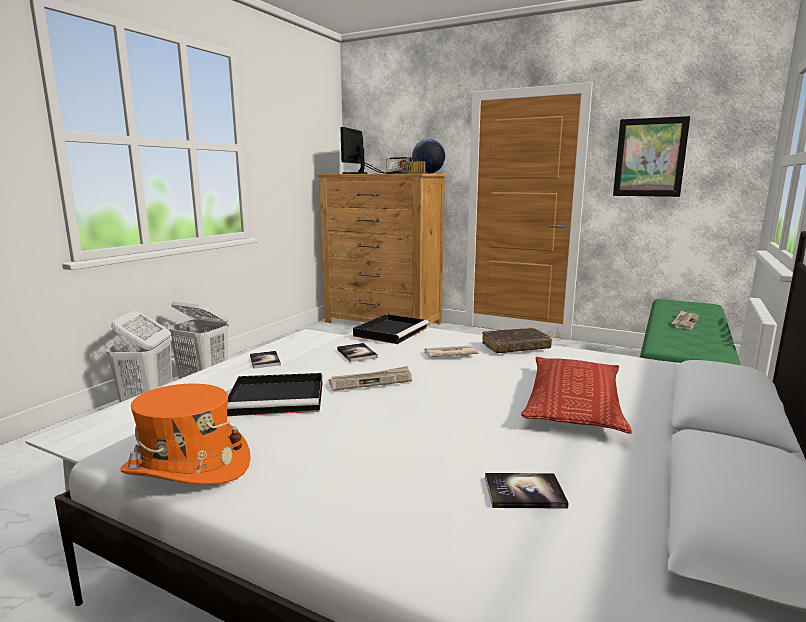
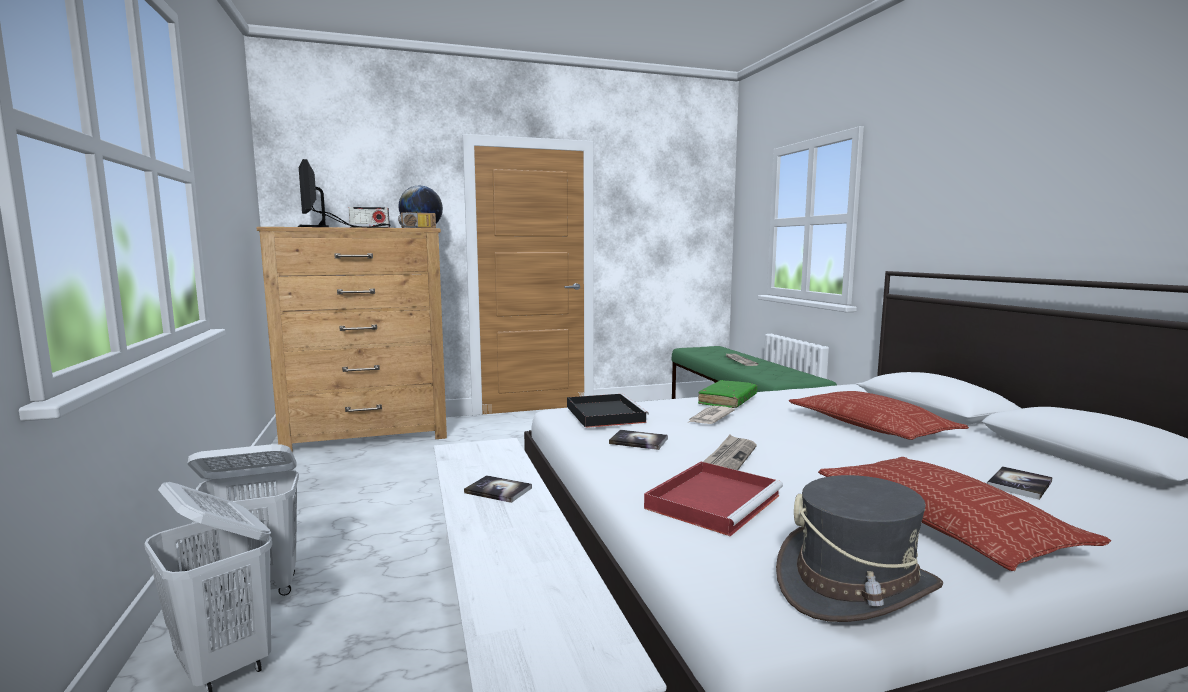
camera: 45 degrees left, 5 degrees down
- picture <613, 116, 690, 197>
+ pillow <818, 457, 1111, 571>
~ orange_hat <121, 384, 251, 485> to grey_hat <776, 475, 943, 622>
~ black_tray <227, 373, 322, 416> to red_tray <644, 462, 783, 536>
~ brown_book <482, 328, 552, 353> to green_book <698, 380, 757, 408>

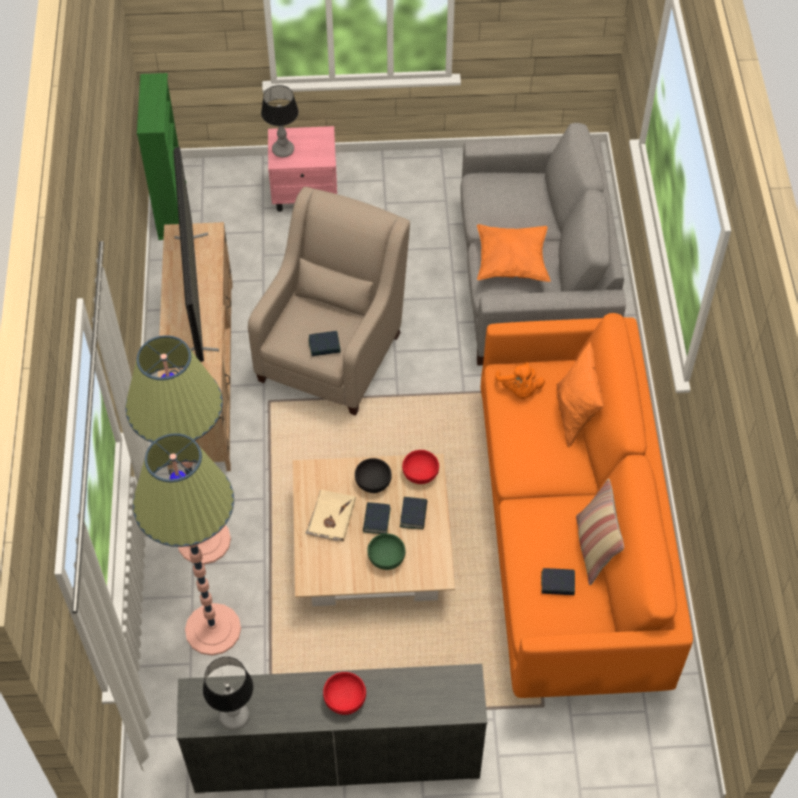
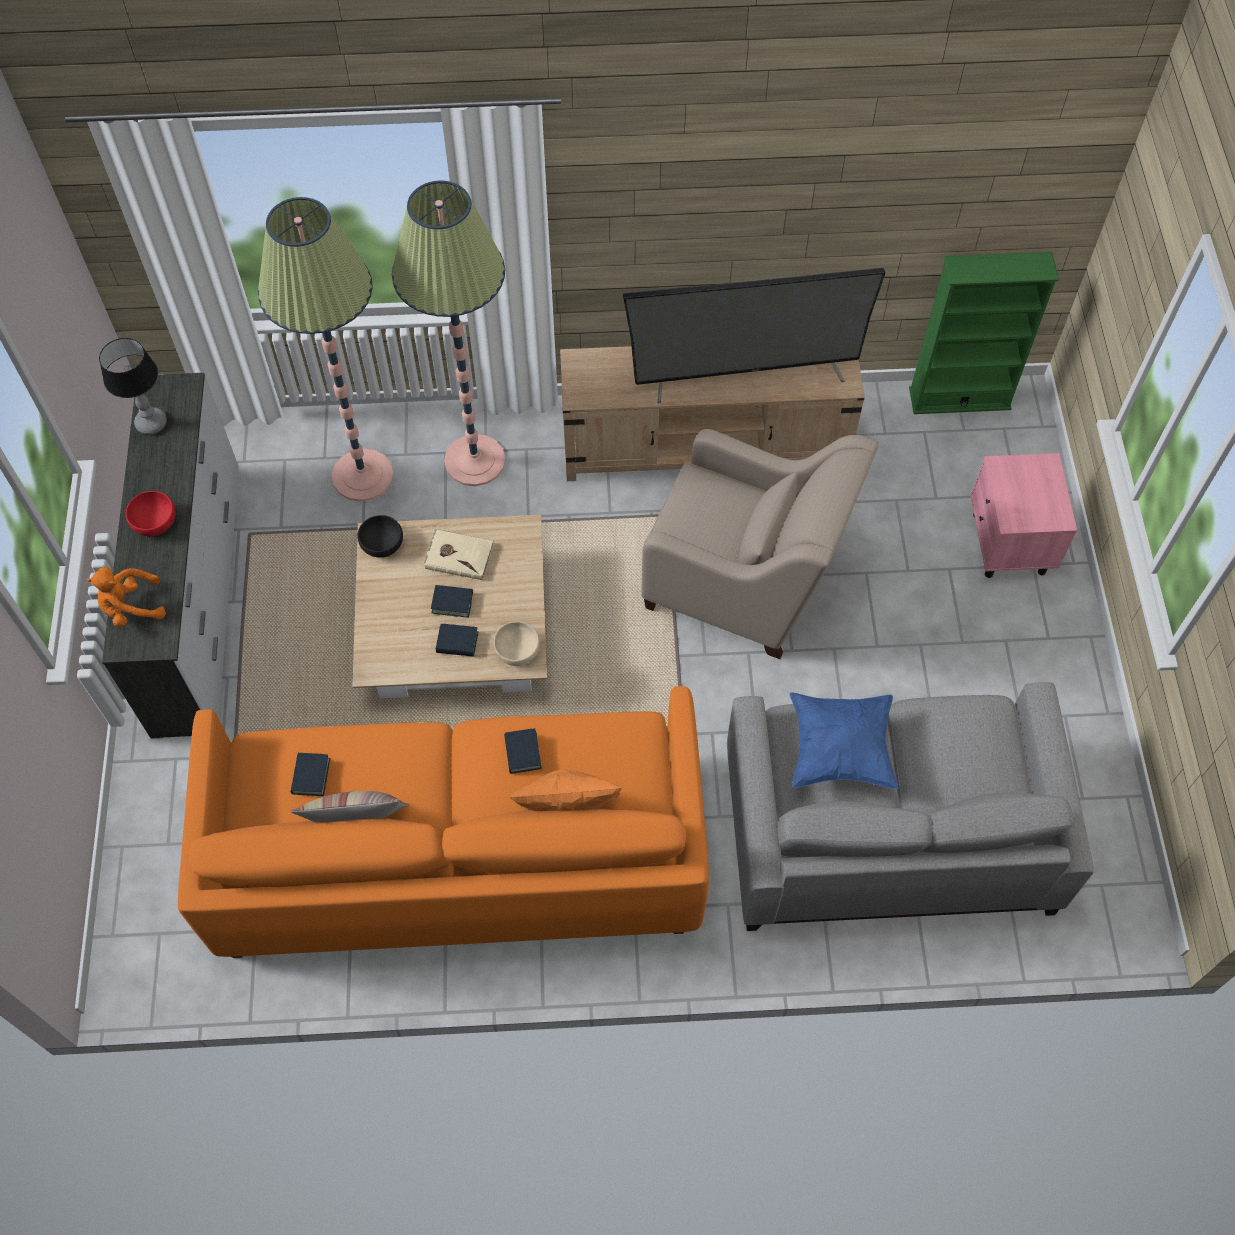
camera: 90 degrees right, 5 degrees up
- table_lamp <261, 85, 299, 157>
- green_bowl <367, 533, 406, 570>
~ book <309, 331, 341, 356> to <504, 728, 542, 774>
~ black_bowl <355, 458, 392, 493> to <357, 515, 403, 558>
~ orange_plush_toy <495, 362, 545, 399> to <87, 567, 166, 627>
~ red_bowl <402, 450, 439, 484> to beige_bowl <494, 621, 540, 666>
~ orange_pillow <477, 224, 550, 282> to blue_pillow <790, 692, 898, 789>

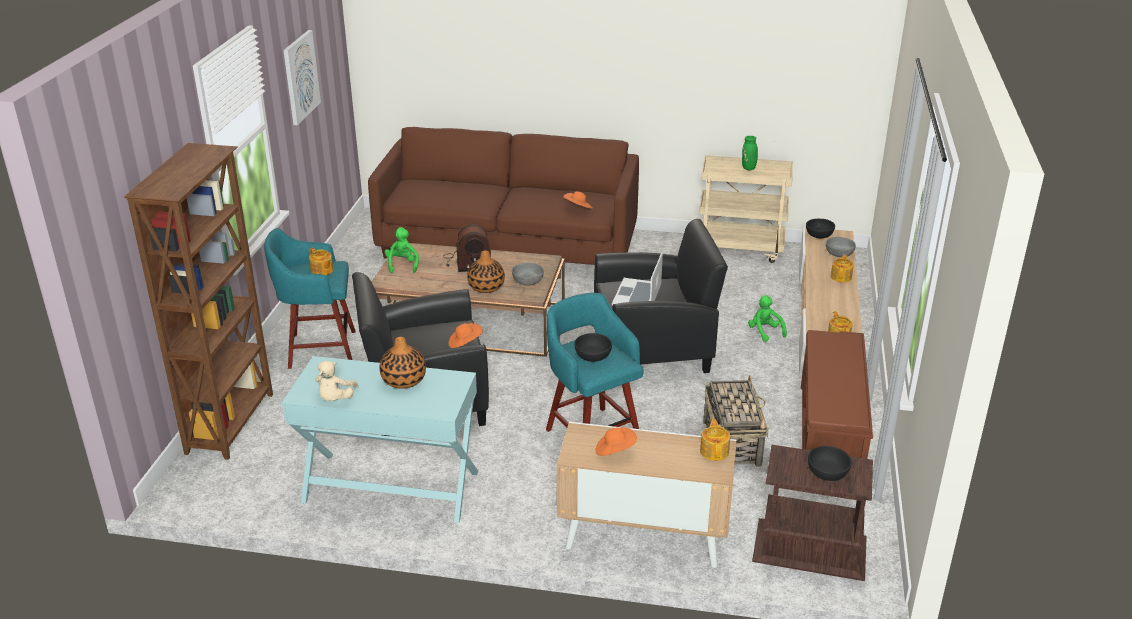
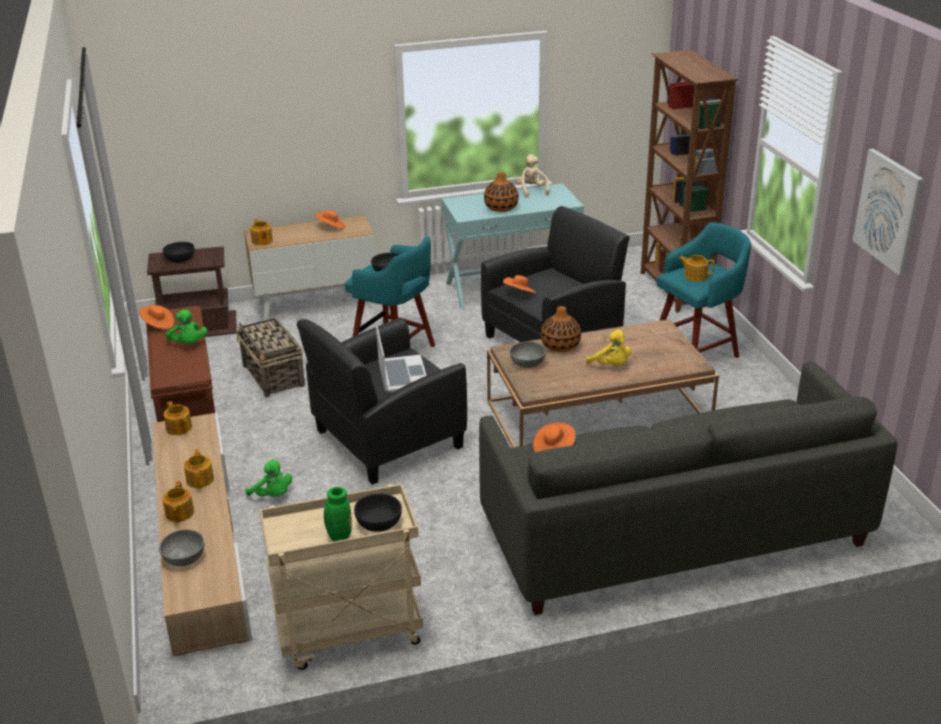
camera: 155 degrees right, 0 degrees up
+ orange_hat <139, 305, 174, 329>
+ teapot <184, 449, 214, 488>
~ green_plush_toy <384, 227, 419, 273> to <165, 309, 208, 344>
~ black_bowl <806, 219, 835, 238> to <354, 493, 402, 532>
~ radio <443, 224, 491, 272> to yellow_plush_toy <586, 330, 631, 366>
~ brown_sofa <368, 127, 639, 265> to grey_sofa <479, 361, 898, 615>

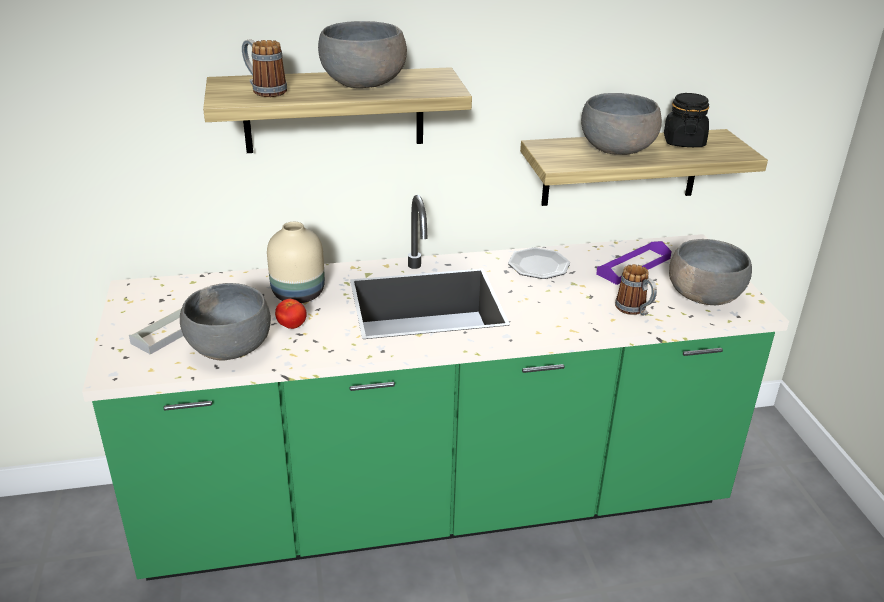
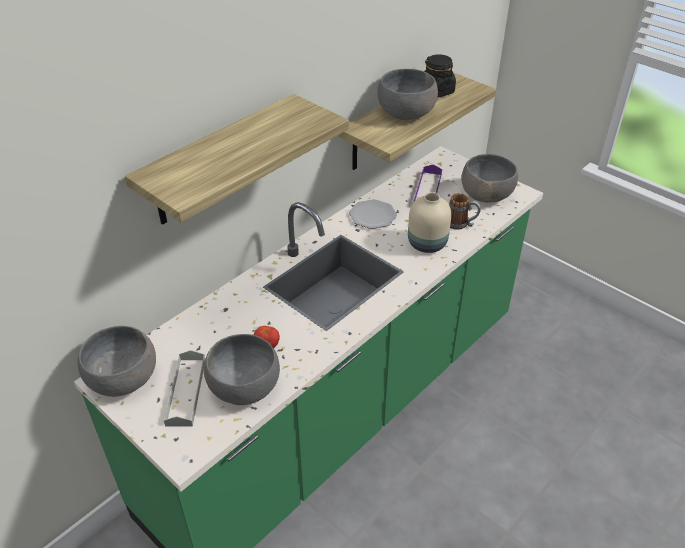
camera: 35 degrees left, 10 degrees up
- mug <242, 39, 287, 97>
~ beige_vase <267, 222, 325, 303> to <408, 192, 452, 253>
~ grey_bowl <318, 21, 407, 88> to <77, 326, 156, 397>

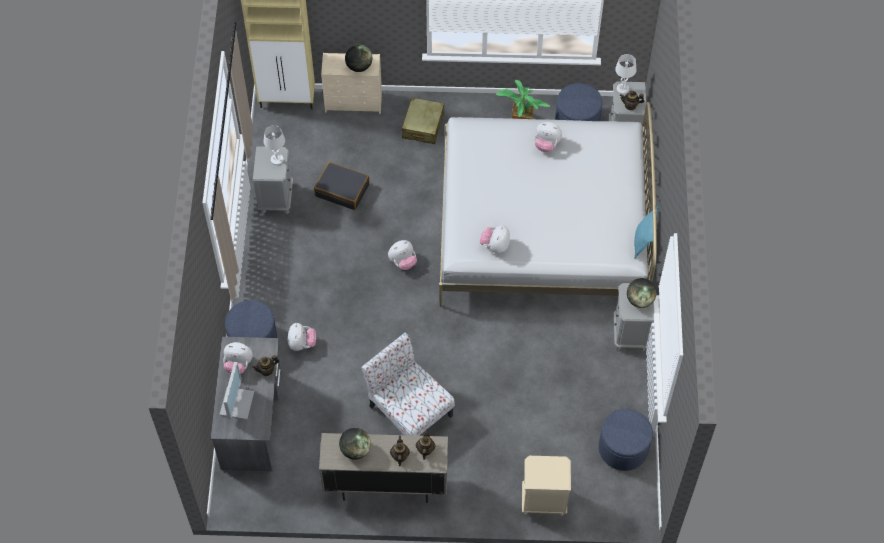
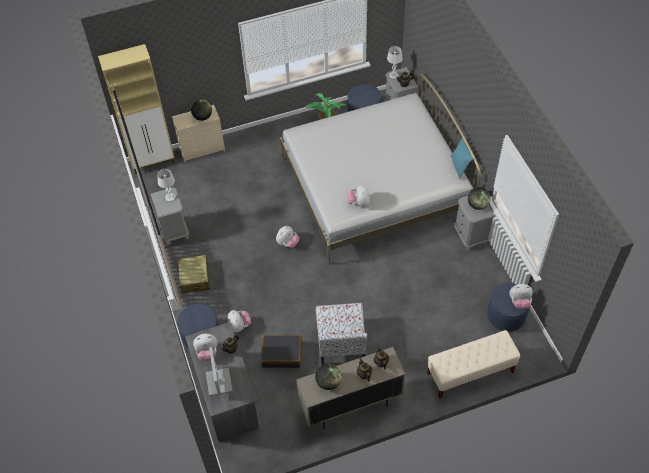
camera: 20 degrees left, 5 degrees down
~ black_suitcase <314, 162, 369, 210> to <261, 335, 301, 368>
~ beige_suitcase <402, 97, 444, 144> to <178, 255, 210, 293>
~ plush_toy <535, 122, 562, 152> to <509, 284, 533, 309>
~ beige_nightstand <522, 456, 571, 515> to beige_bench <427, 330, 520, 399>
~ chair <361, 333, 455, 436> = <316, 303, 367, 365> 120 degrees counterclockwise

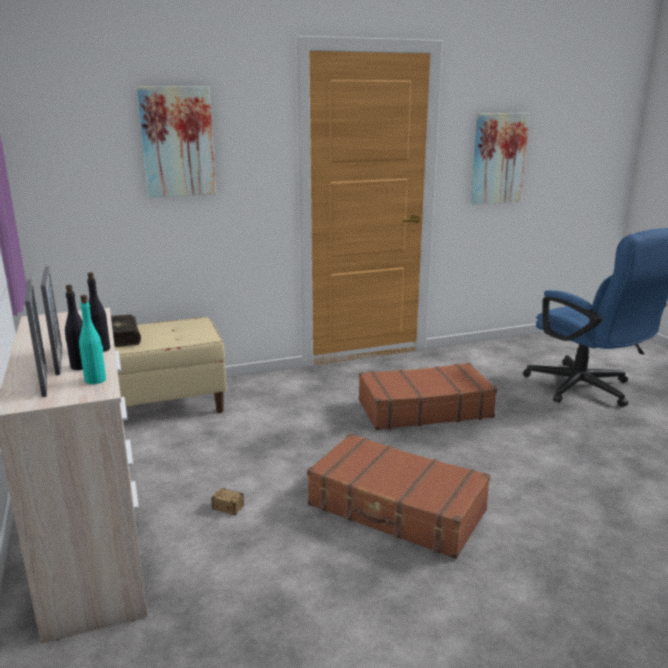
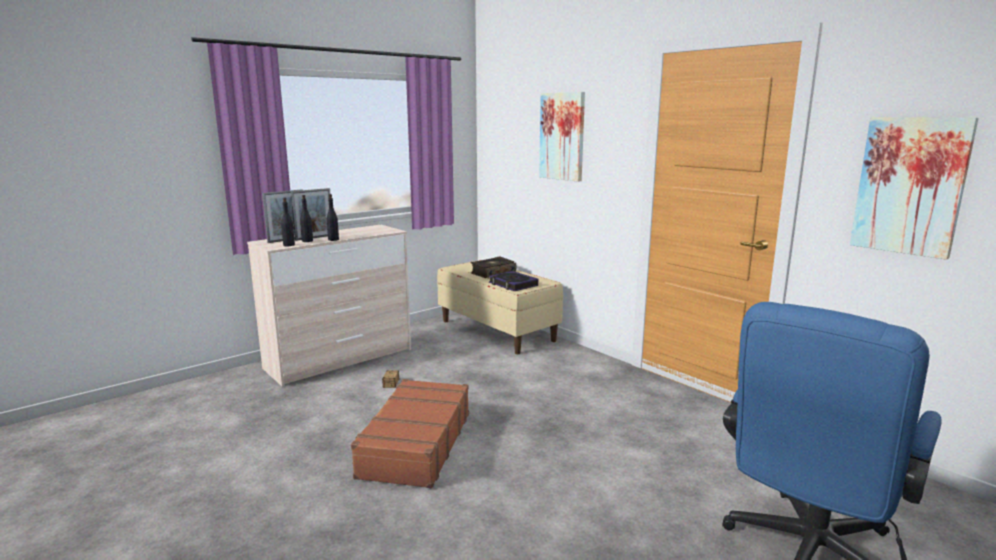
camera: 70 degrees right, 5 degrees down
- brown_suitcase <359, 363, 497, 430>
+ book <489, 271, 538, 291>
~ turquoise_bottle <79, 295, 106, 384> to black_bottle <281, 198, 295, 246>

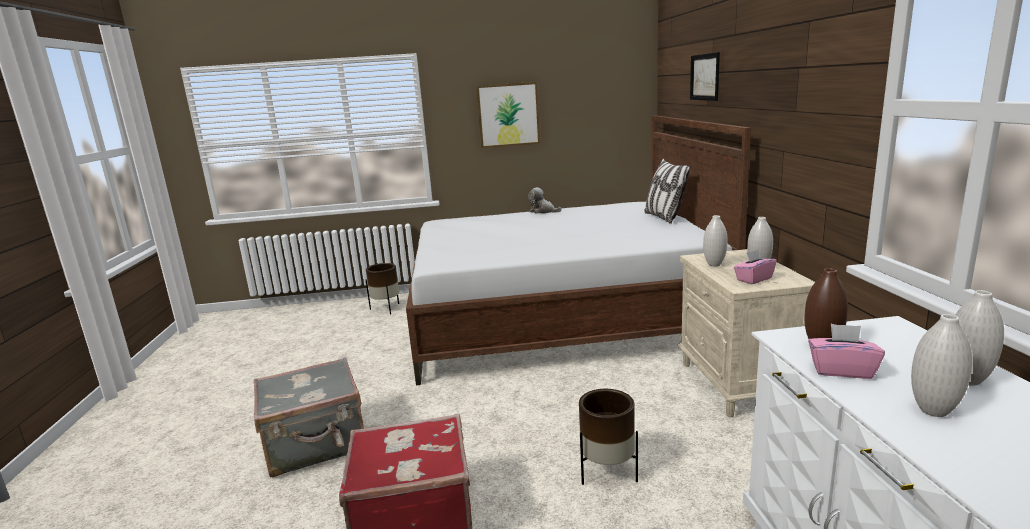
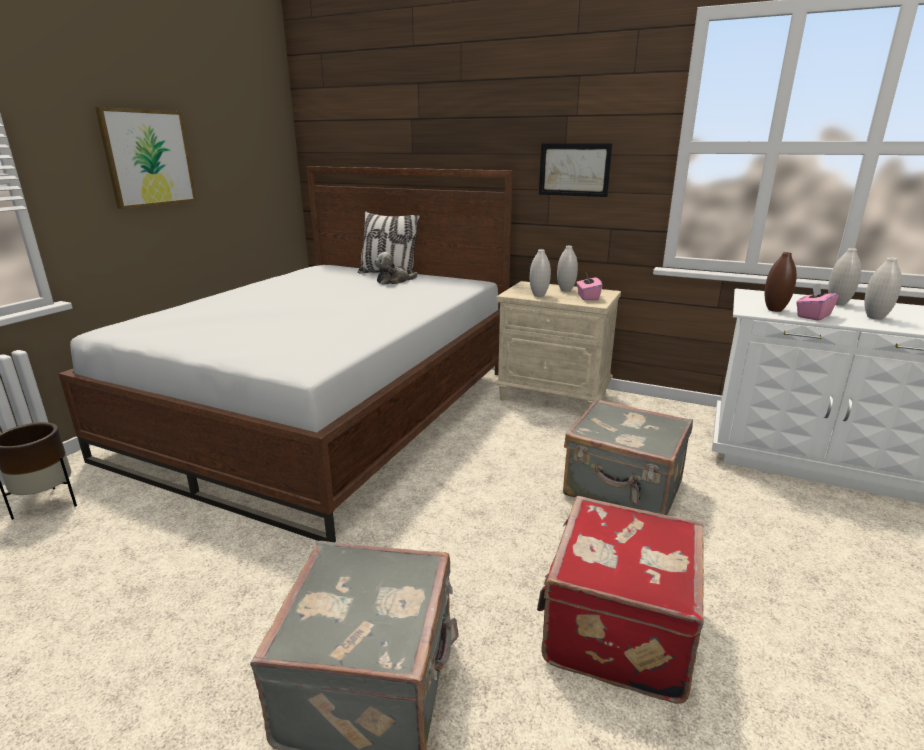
camera: 60 degrees left, 5 degrees up
~ plush_toy <528, 187, 562, 214> to <374, 252, 418, 285>
~ picture <690, 52, 720, 101> to <539, 143, 613, 197>
~ brown_planter <579, 389, 638, 485> to grey_suitcase <563, 399, 693, 515>

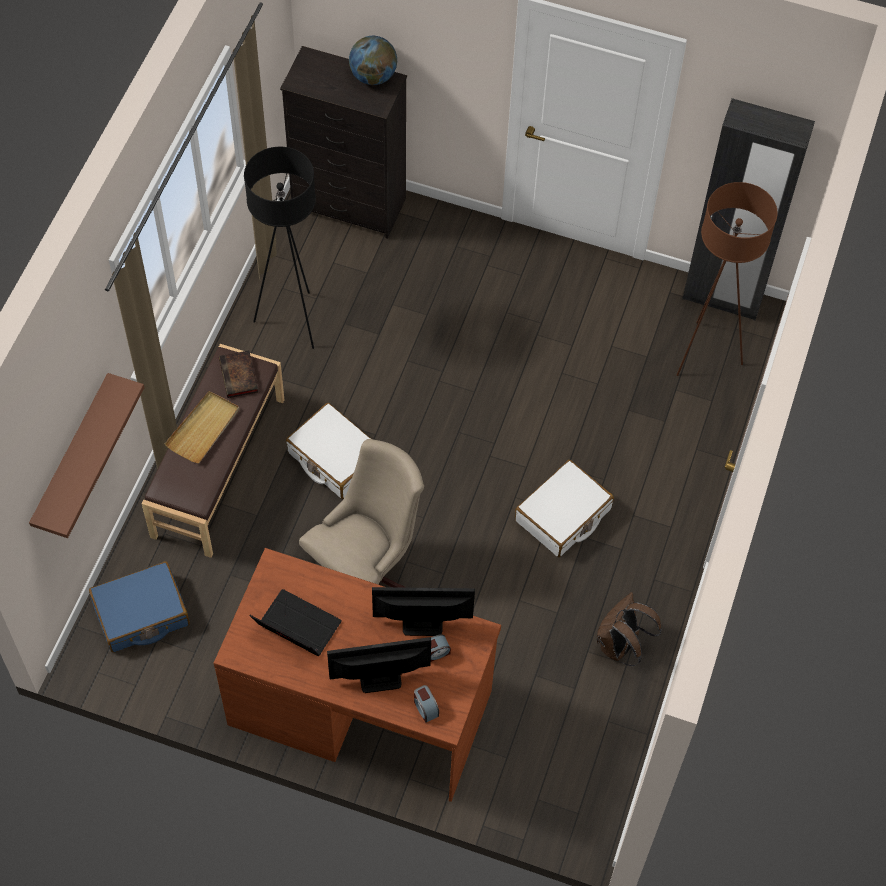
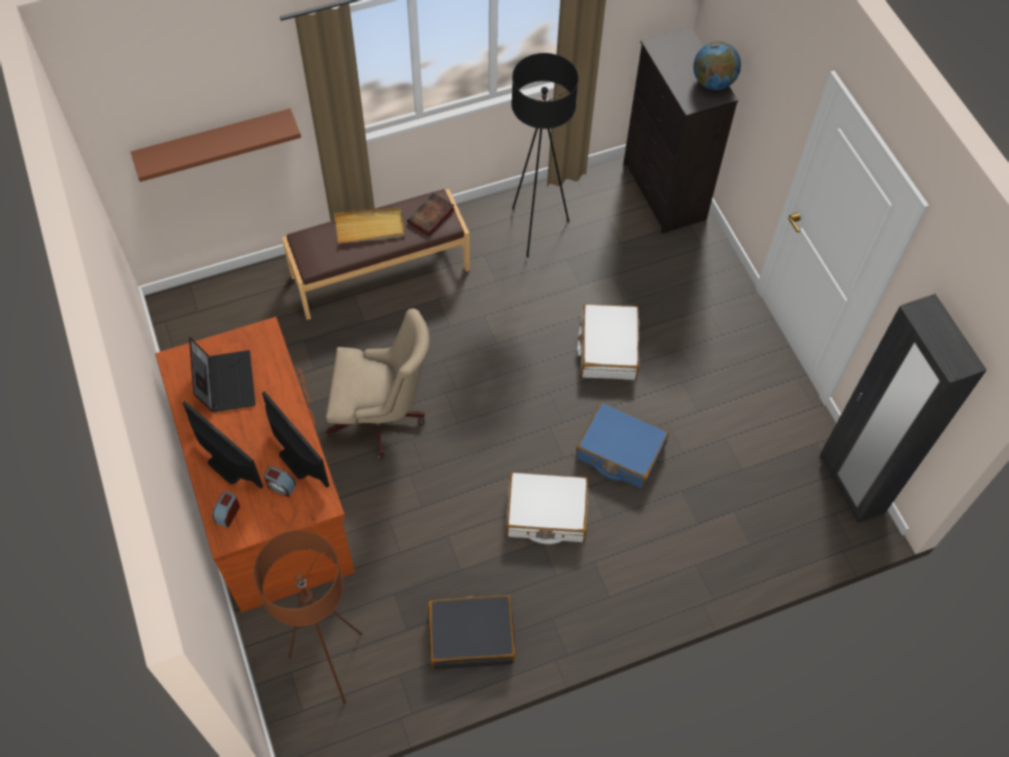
camera: 50 degrees right, 0 degrees up
~ blue_suitcase <89, 561, 190, 652> to <576, 402, 669, 489>
~ white_suitcase <286, 403, 371, 499> to <577, 304, 639, 380>
~ brown_floor_lamp <676, 182, 778, 376> to <253, 530, 362, 704>
~ brown_backpack <597, 592, 662, 666> to black_suitcase <428, 595, 515, 670>

